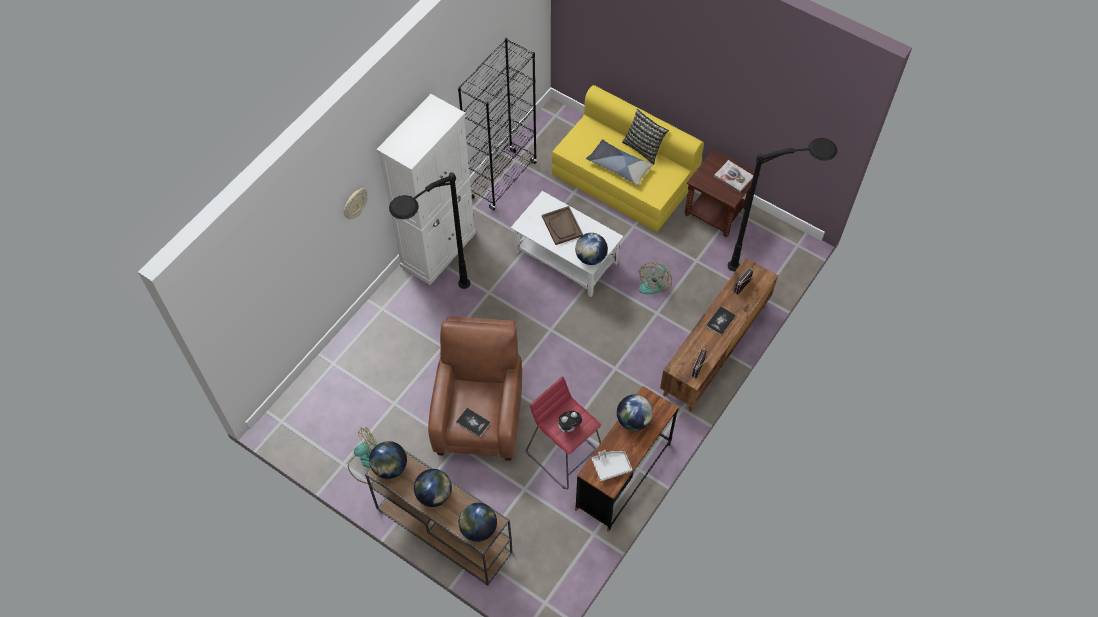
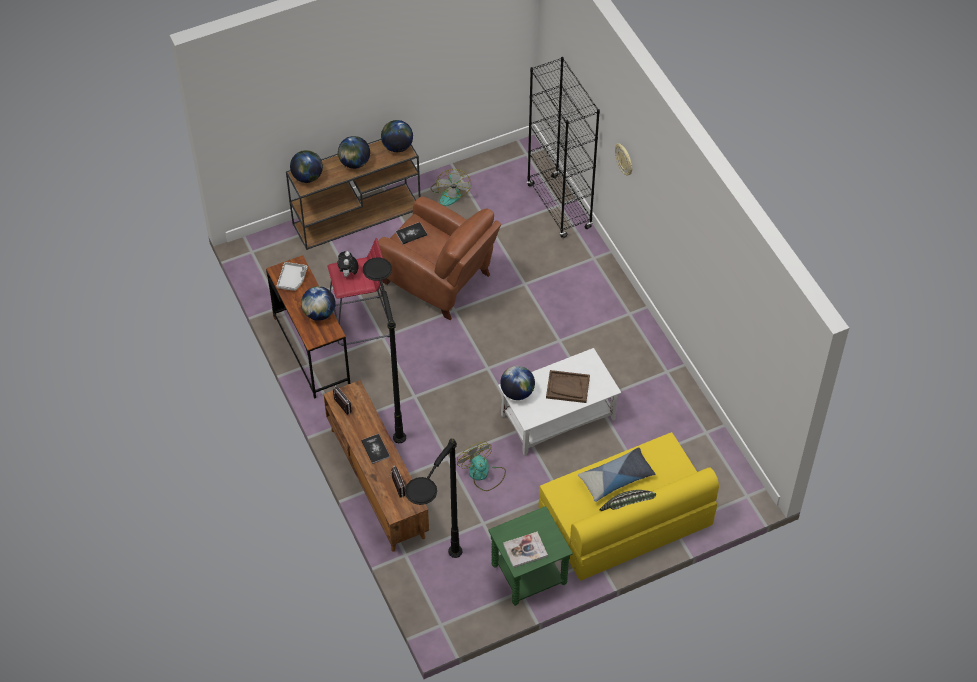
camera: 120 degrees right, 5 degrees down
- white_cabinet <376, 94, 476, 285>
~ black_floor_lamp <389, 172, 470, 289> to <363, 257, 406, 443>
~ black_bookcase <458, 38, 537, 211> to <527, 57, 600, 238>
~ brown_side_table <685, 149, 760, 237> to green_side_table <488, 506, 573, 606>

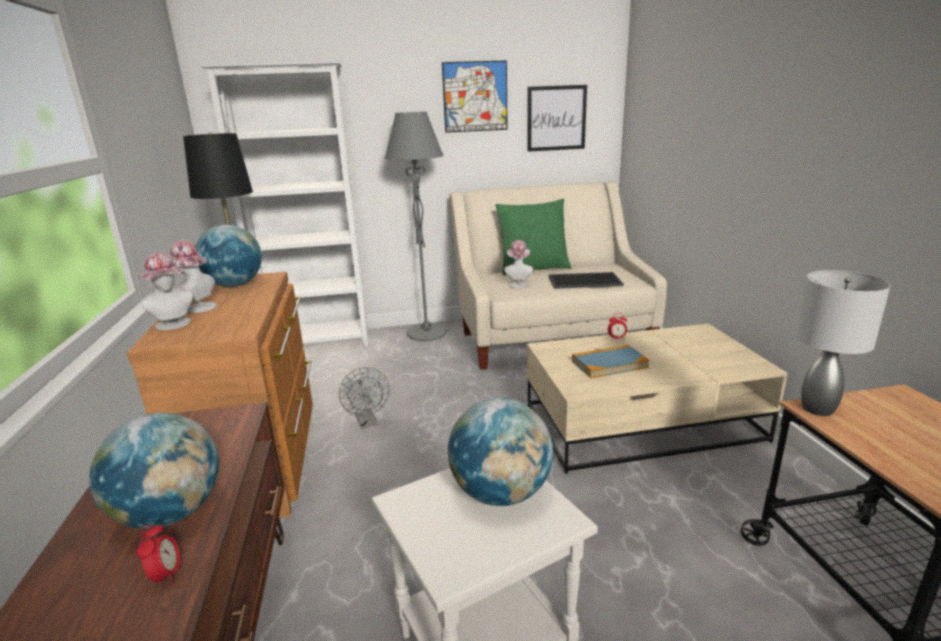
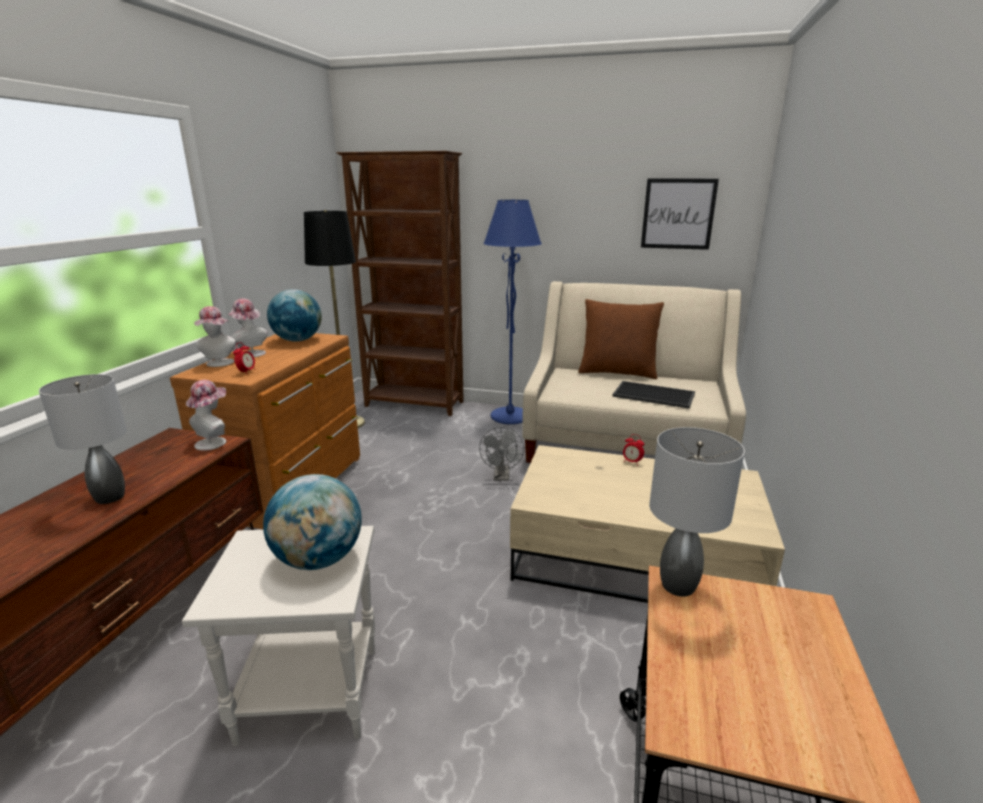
camera: 25 degrees right, 0 degrees up
- picture <442, 60, 508, 133>
- book <572, 345, 650, 378>
~ alarm_clock <137, 524, 181, 585> to <233, 342, 256, 374>
~ grey_fan <339, 367, 389, 429> to <479, 427, 524, 481>
~ hat <505, 240, 533, 288> to <186, 380, 226, 450>
~ globe <89, 413, 219, 529> to grey_table_lamp <39, 374, 127, 504>
~ white_bookcase <200, 62, 368, 346> to brown_bookcase <336, 151, 464, 416>
~ grey_floor_lamp <384, 112, 447, 341> to blue_floor_lamp <483, 200, 542, 424>
~ green_pillow <496, 199, 571, 275> to brown_pillow <578, 299, 664, 379>

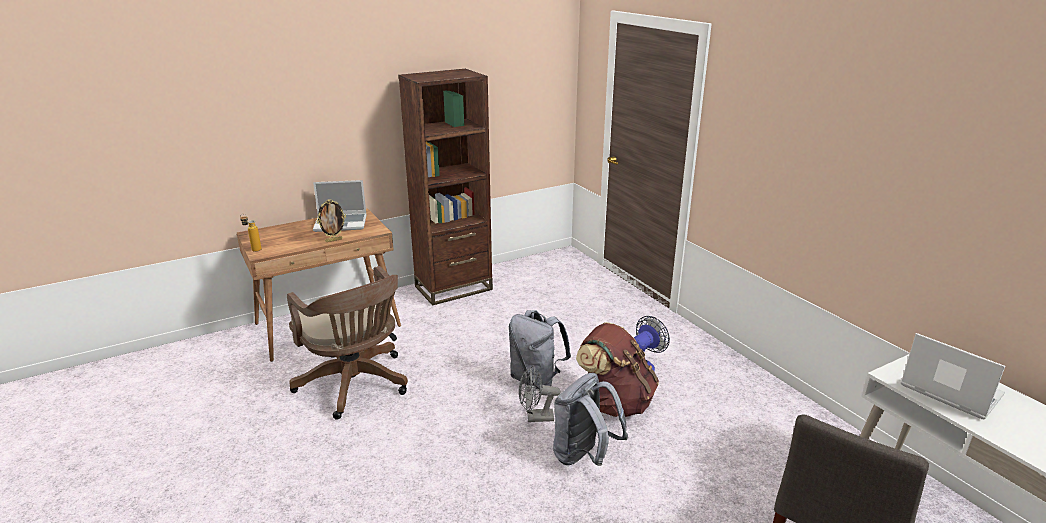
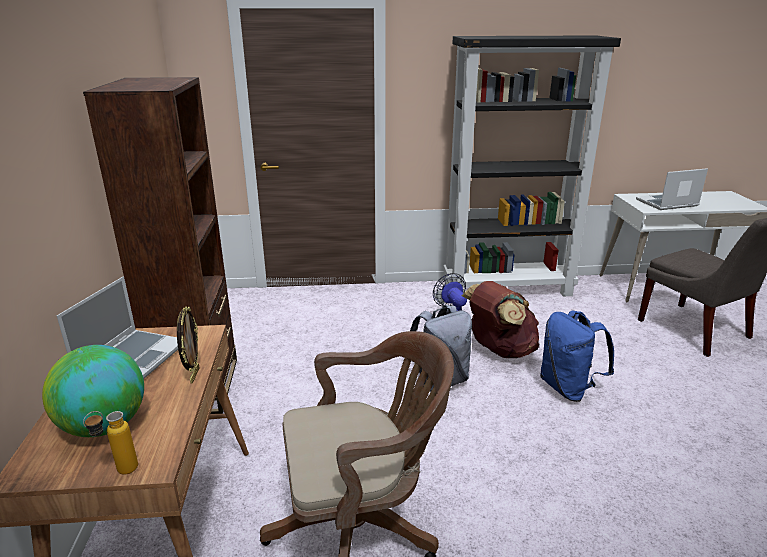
camera: 65 degrees left, 0 degrees up
- grey_fan <519, 366, 561, 422>
+ globe <42, 345, 144, 437>
+ black_bookcase <443, 36, 621, 297>
~ grey_backpack <553, 373, 628, 466> to blue_backpack <540, 310, 614, 402>

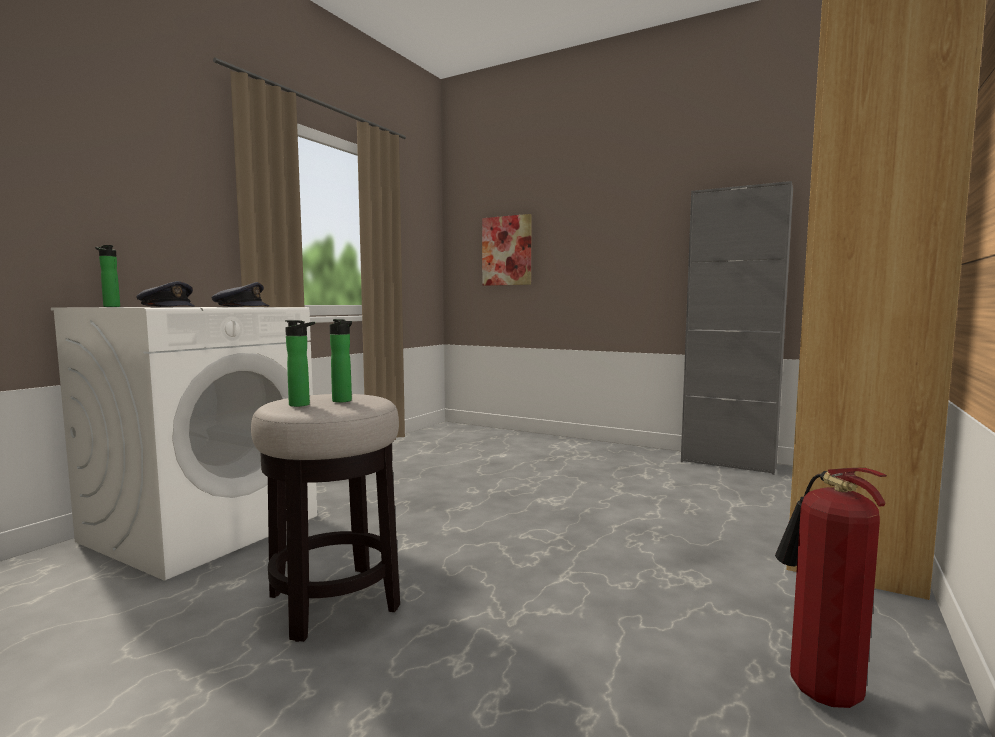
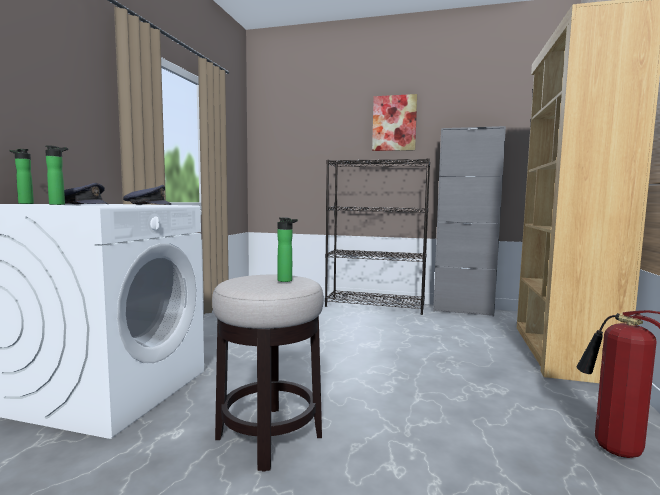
camera: 15 degrees left, 0 degrees up
+ black_bookcase <325, 158, 430, 315>
~ bottle <285, 320, 315, 407> to <45, 145, 68, 205>
~ picture <482, 214, 532, 286> to <372, 94, 417, 151>

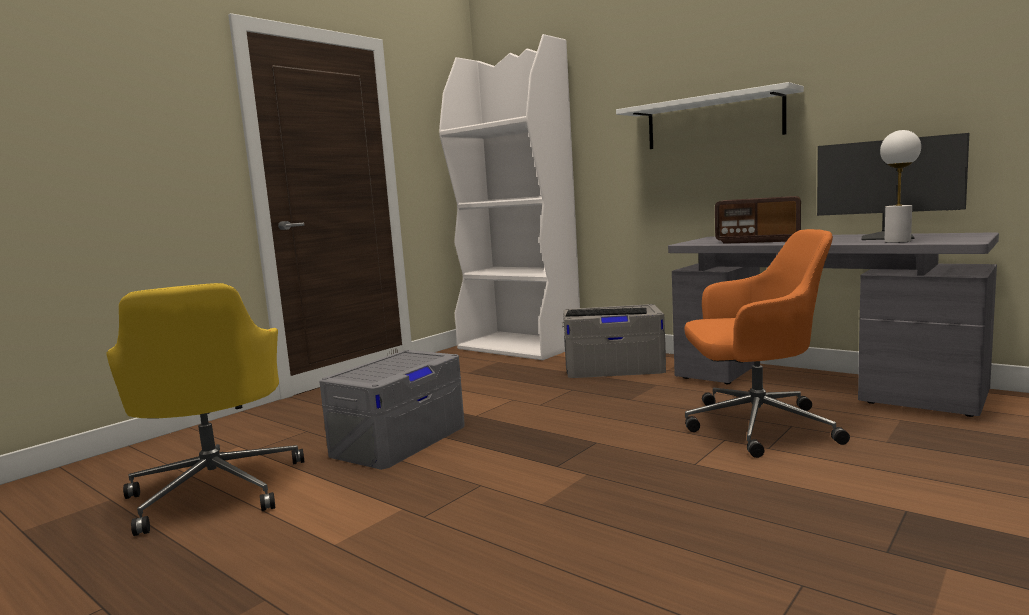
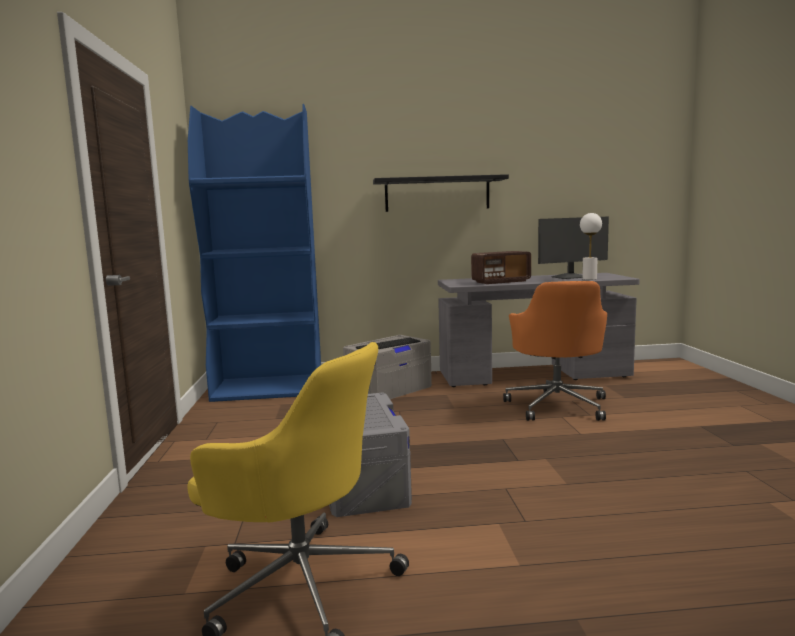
camera: 45 degrees left, 0 degrees up
~ white_bookcase <439, 34, 580, 360> to blue_bookcase <188, 104, 321, 402>
~ white_shelf <616, 82, 804, 149> to black_shelf <373, 174, 509, 212>
~ orange_office_chair <684, 229, 850, 458> = <503, 281, 607, 421> 135 degrees clockwise

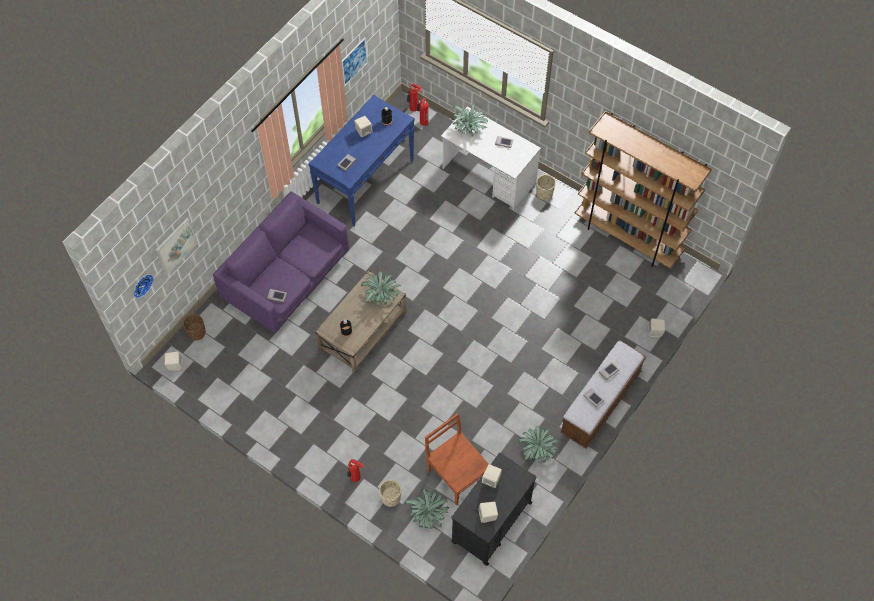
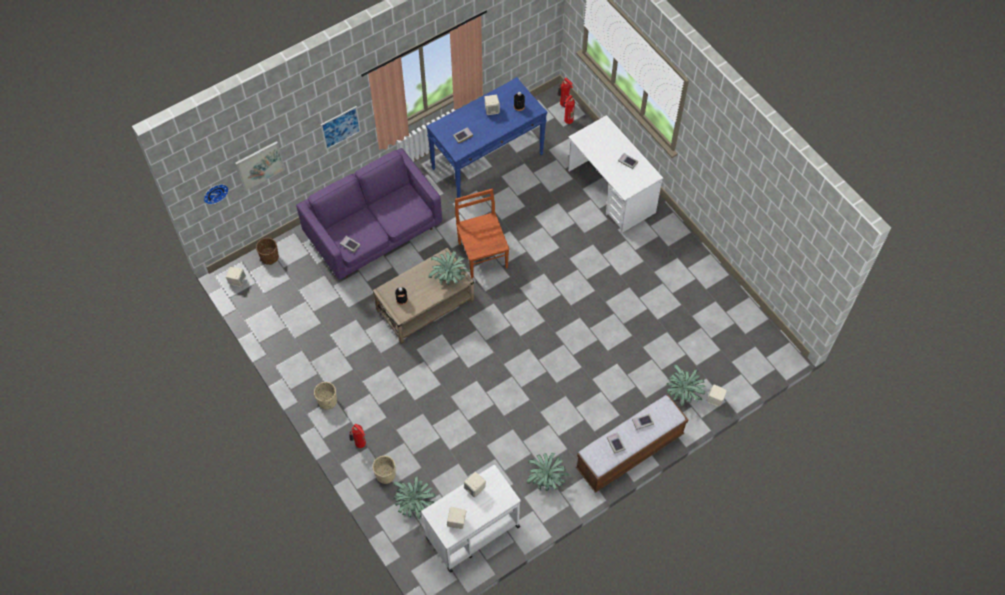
camera: 20 degrees right, 0 degrees up
- brown_bookcase <575, 111, 712, 269>
~ picture <342, 37, 368, 87> to <321, 106, 361, 150>
~ brown_chair <425, 413, 488, 505> to <455, 189, 510, 278>
~ potted_plant <452, 104, 488, 137> to <666, 365, 706, 406>
~ beige_planter <536, 175, 556, 200> to <314, 382, 337, 409>
~ black_cart <451, 453, 536, 566> to white_cart <421, 465, 521, 573>

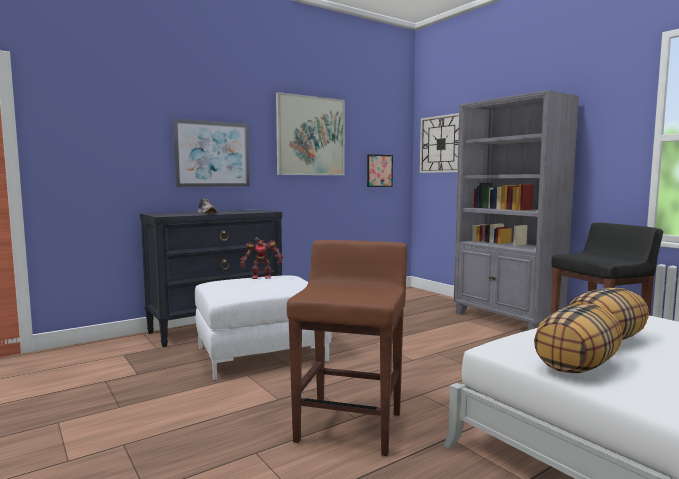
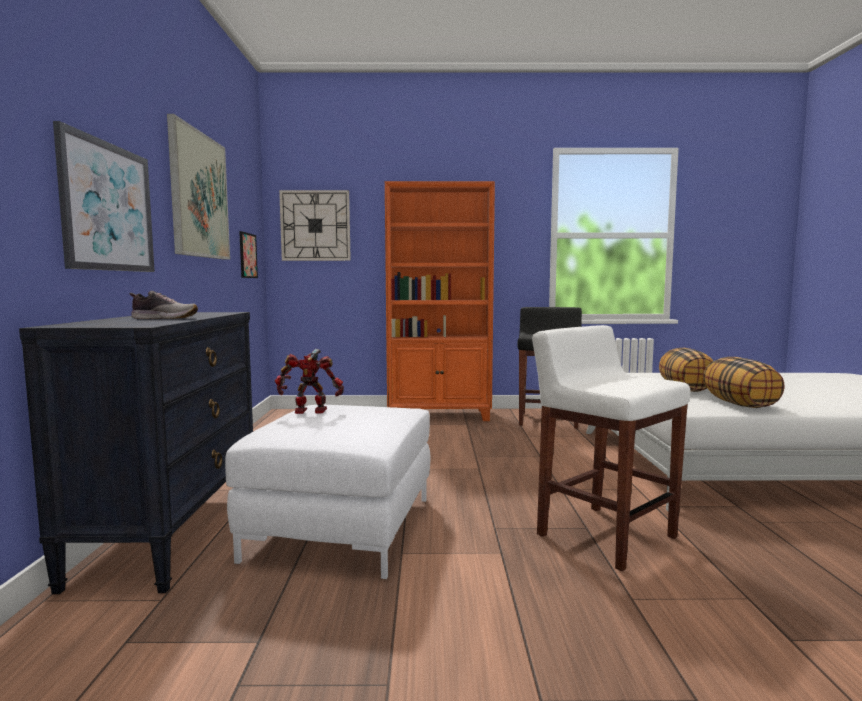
camera: 55 degrees left, 0 degrees up
~ brown_stool <287, 240, 407, 456> to white_stool <532, 325, 690, 571>
~ grey_bookcase <454, 90, 579, 330> to orange_bookcase <385, 181, 495, 421>
~ toy_robot <240, 238, 283, 279> = <275, 349, 344, 414> 120 degrees counterclockwise

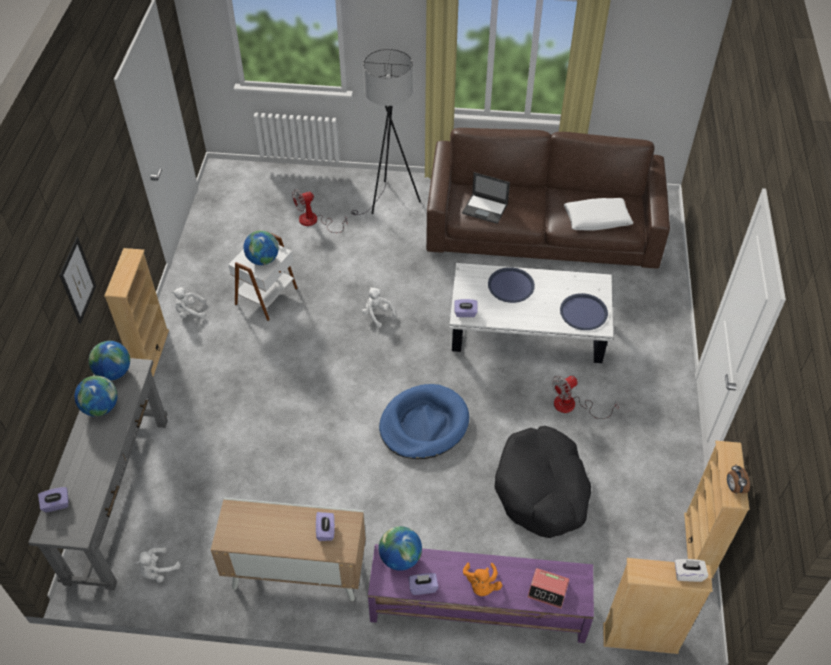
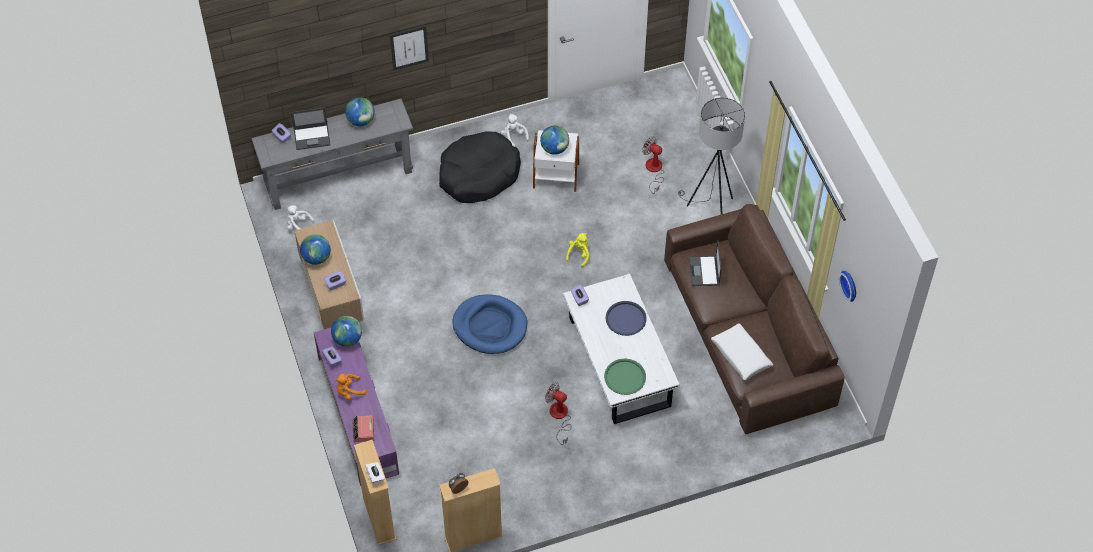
camera: 65 degrees right, 5 degrees up
- beige_bookcase <104, 248, 169, 377>
+ laptop <291, 108, 330, 150>
+ wall_clock <839, 271, 856, 302>
~ globe <89, 341, 130, 381> to <300, 234, 331, 265>
~ black_dog_bed <494, 426, 591, 538> to <439, 132, 521, 203>
~ white_plush_toy <362, 287, 396, 328> to yellow_plush_toy <565, 233, 590, 268>
~ blue_tray <560, 293, 608, 330> to green_tray <604, 358, 646, 395>

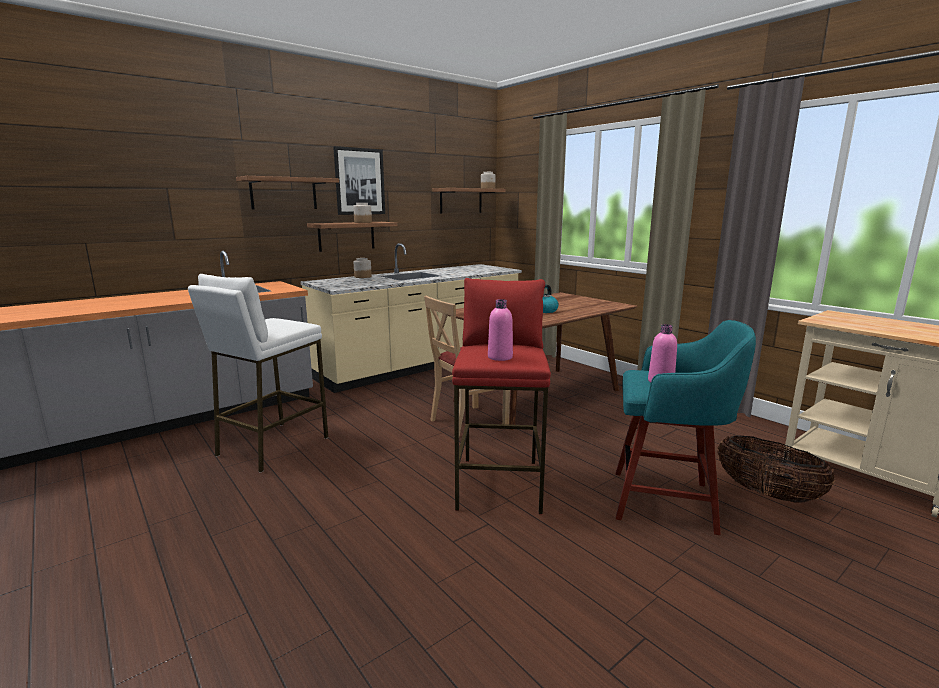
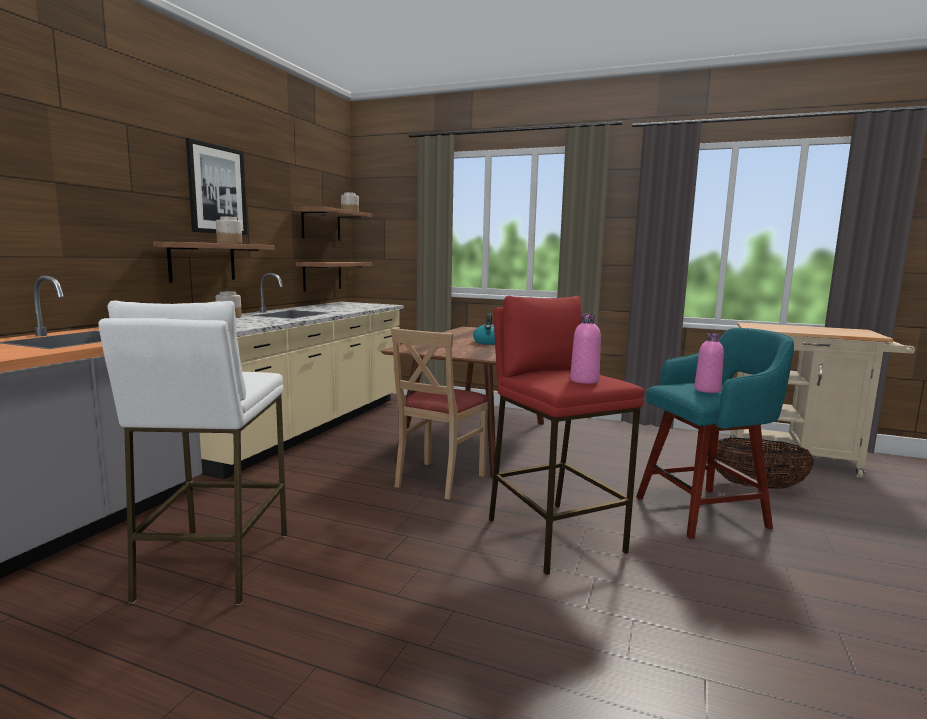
camera: 30 degrees left, 5 degrees down
~ shelf <236, 176, 339, 209> to <296, 262, 373, 292>

